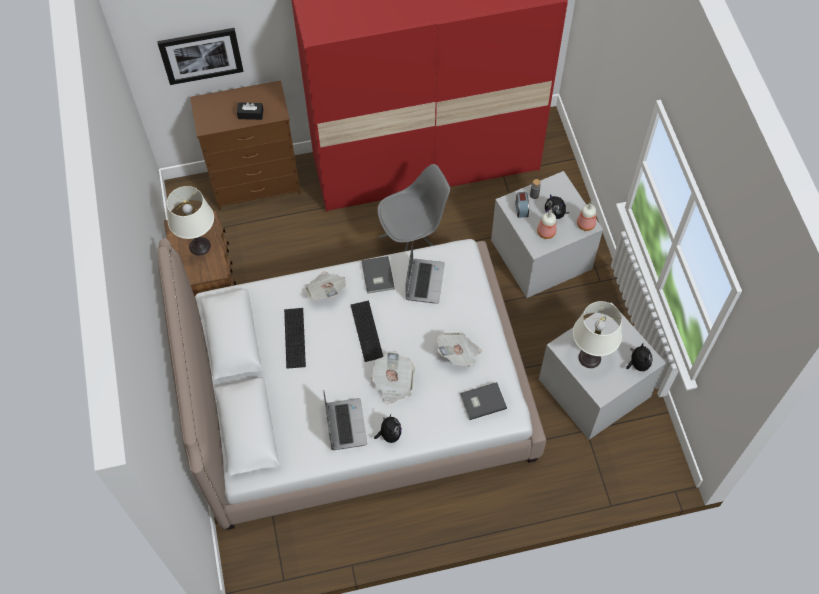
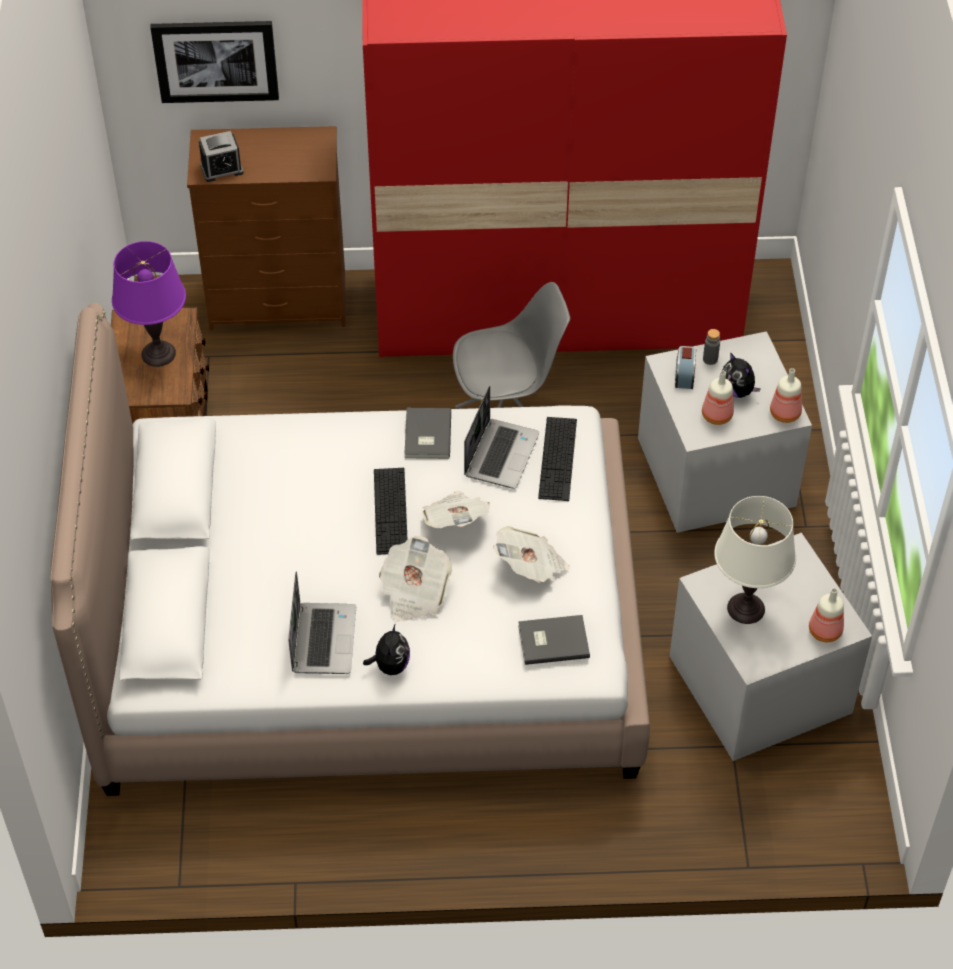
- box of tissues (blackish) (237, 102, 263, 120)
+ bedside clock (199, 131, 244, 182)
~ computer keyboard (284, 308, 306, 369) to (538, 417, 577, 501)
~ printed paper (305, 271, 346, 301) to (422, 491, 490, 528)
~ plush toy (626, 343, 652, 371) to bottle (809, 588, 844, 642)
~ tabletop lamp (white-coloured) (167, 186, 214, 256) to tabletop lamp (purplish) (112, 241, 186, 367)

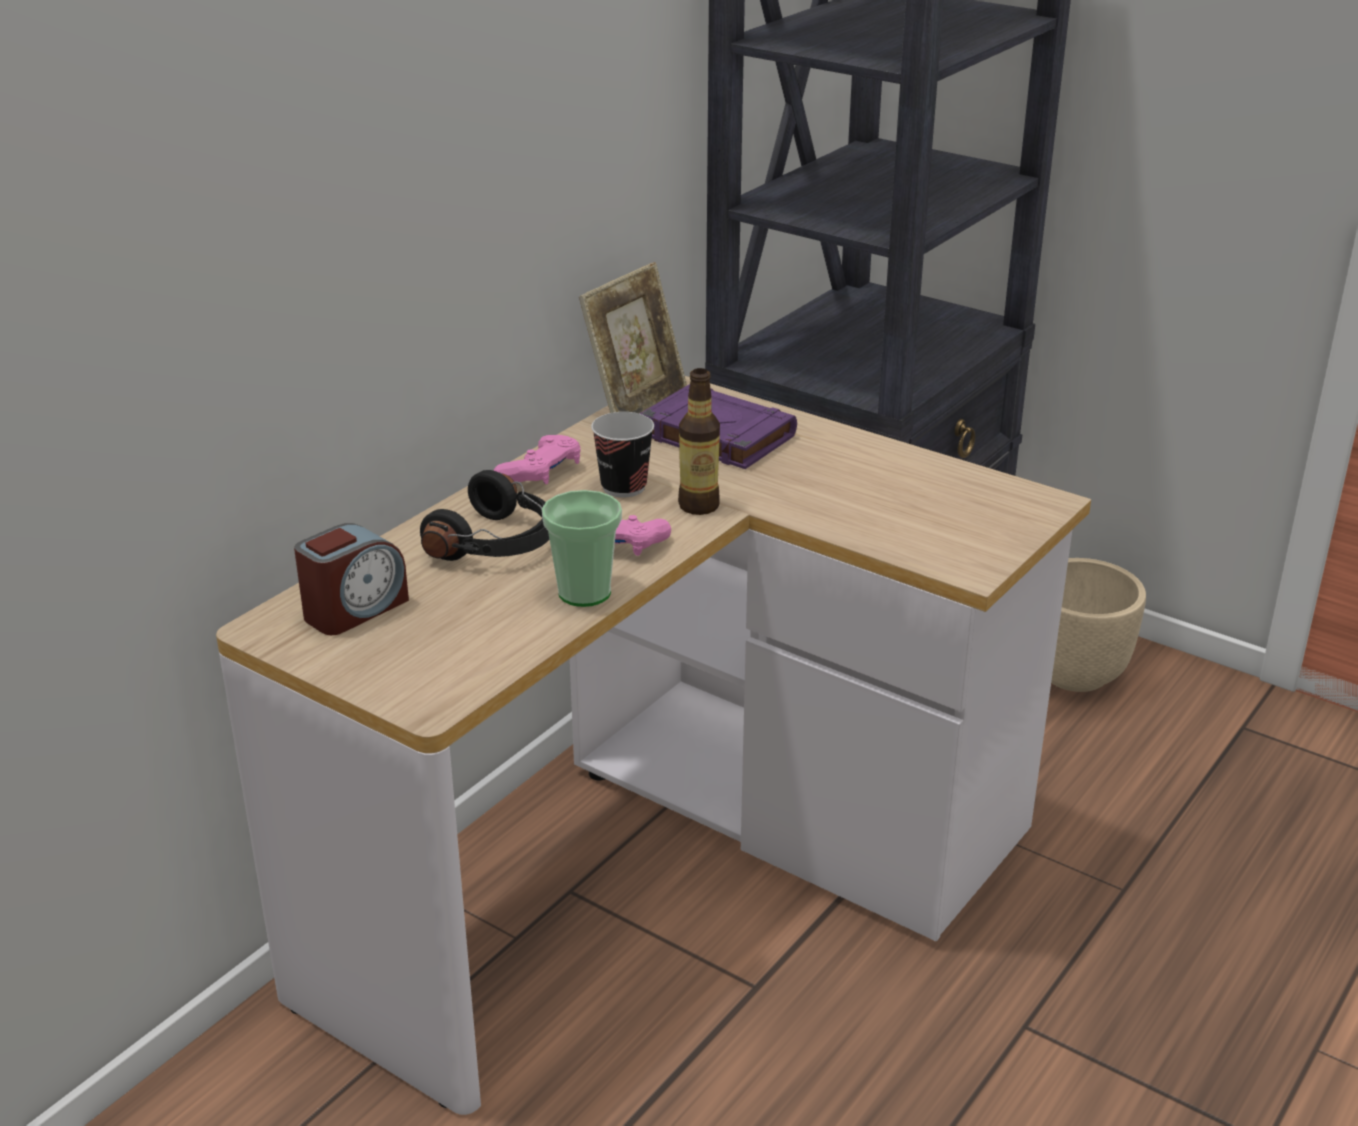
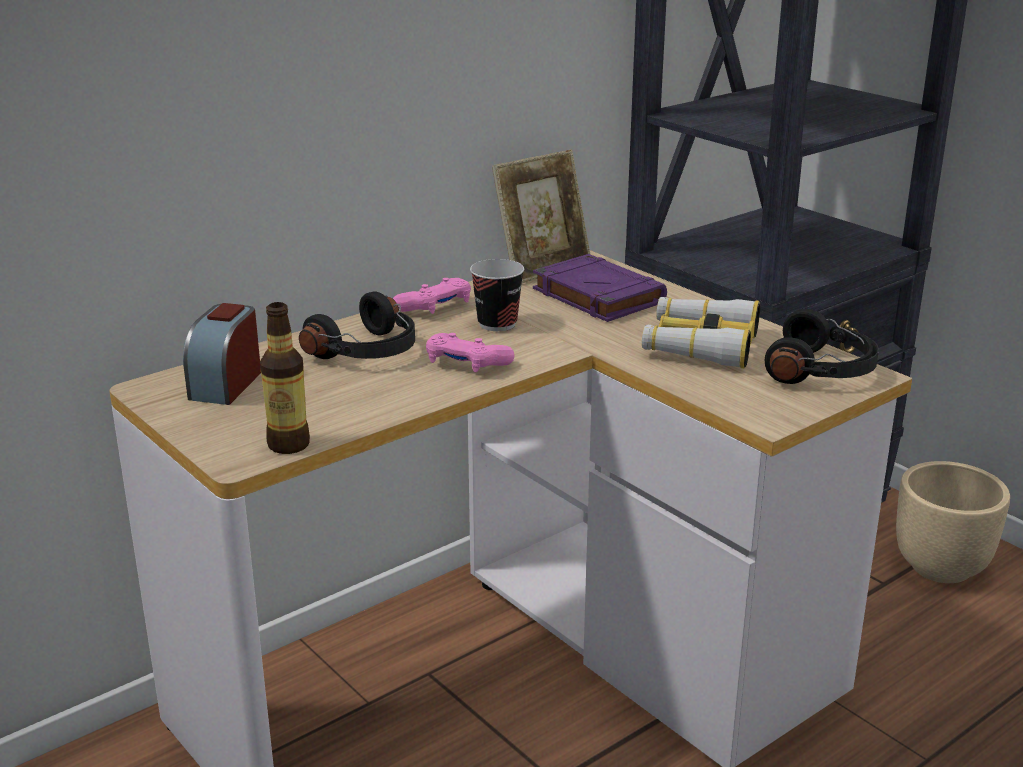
- small cup (542, 490, 622, 607)
+ field glasses (642, 297, 760, 369)
+ headphones (blackish) (765, 309, 879, 384)
~ bottle (678, 368, 720, 515) to (260, 302, 310, 454)
~ bedside clock (294, 523, 409, 635) = (183, 303, 261, 405) 135 degrees clockwise

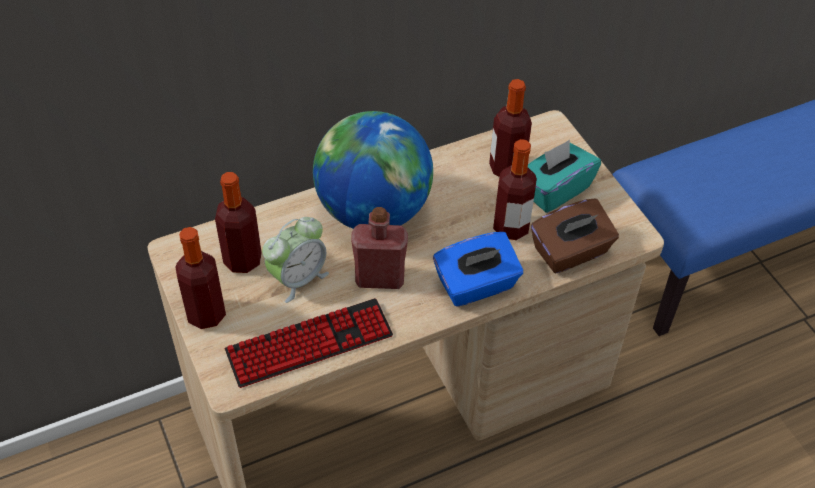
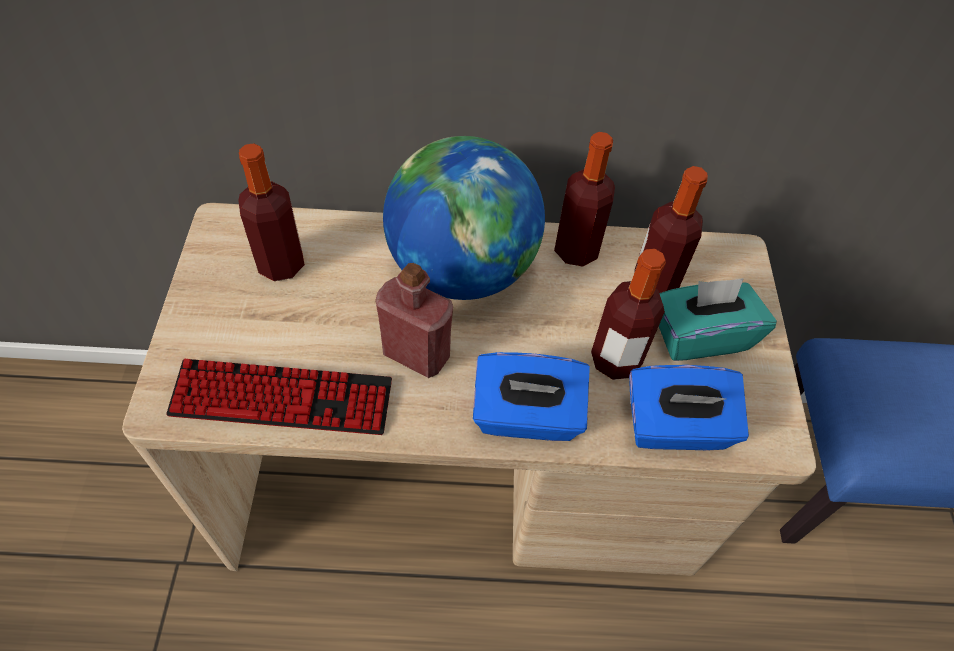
- bedside clock (262, 217, 329, 303)
~ bottle (175, 227, 226, 329) to (554, 132, 615, 266)
~ box of tissues (brownish) (531, 199, 619, 273) to box of tissues (blue-coloured) (629, 365, 749, 450)

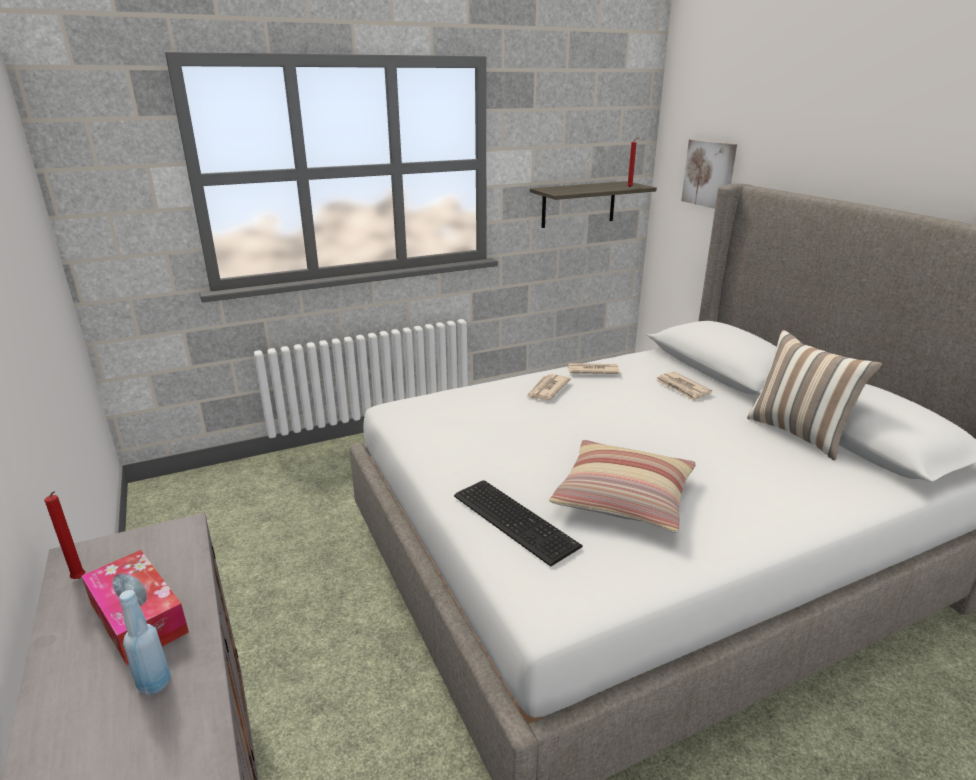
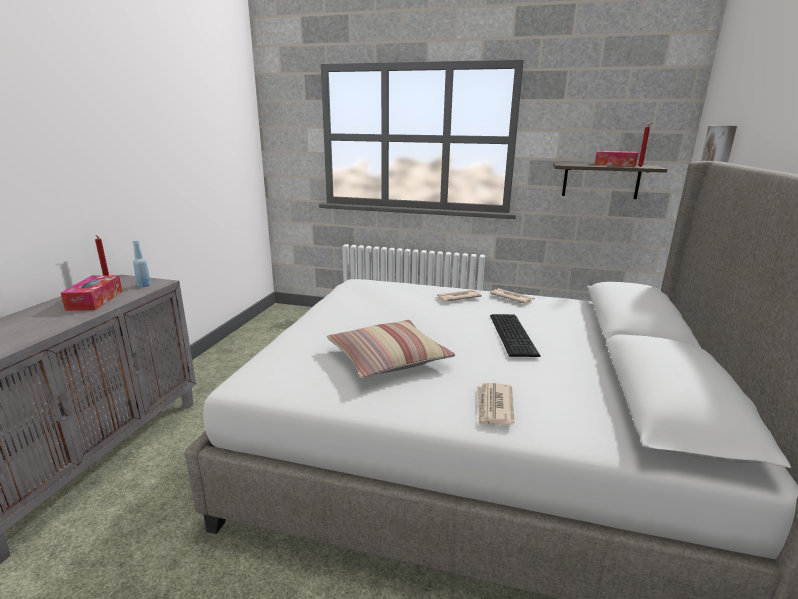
- cushion (747, 330, 882, 460)
+ box of tissues (595, 151, 638, 167)
~ bottle (blue-coloured) (119, 590, 171, 695) to (133, 240, 151, 287)
~ computer keyboard (454, 480, 583, 567) to (490, 314, 541, 357)
~ printed paper (656, 371, 712, 401) to (477, 383, 514, 425)

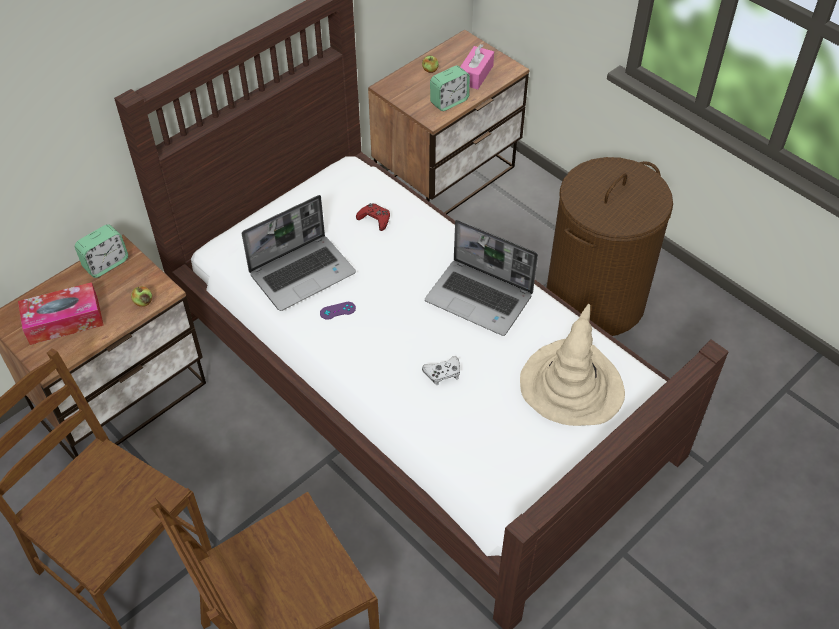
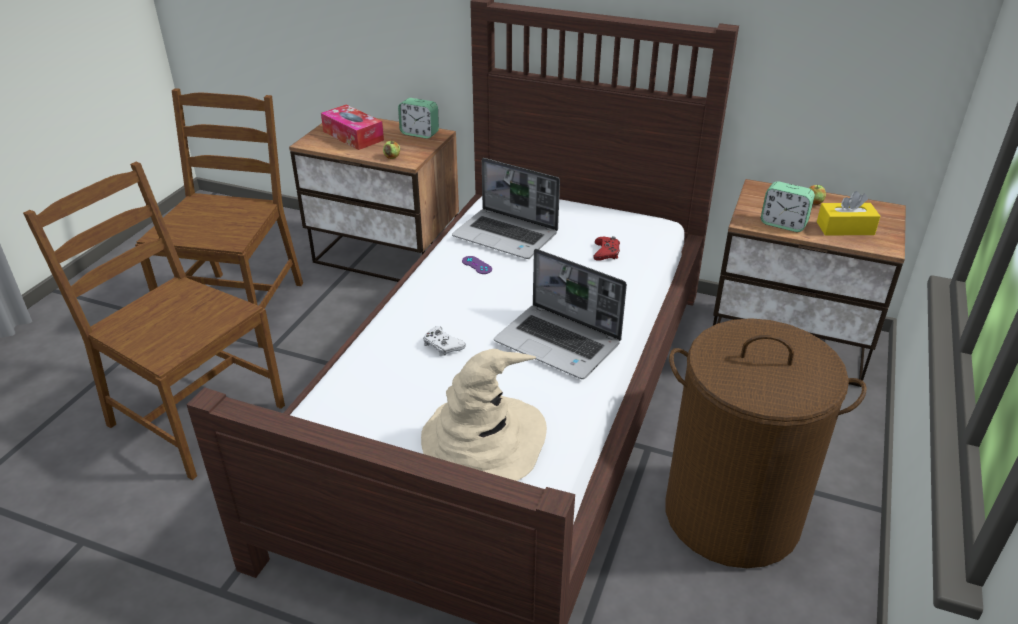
~ box of tissues (pink-coloured) (460, 44, 494, 89) to box of tissues (yellow-coloured) (817, 191, 880, 236)
~ laptop (425, 220, 538, 336) = (494, 249, 627, 379) 60 degrees counterclockwise

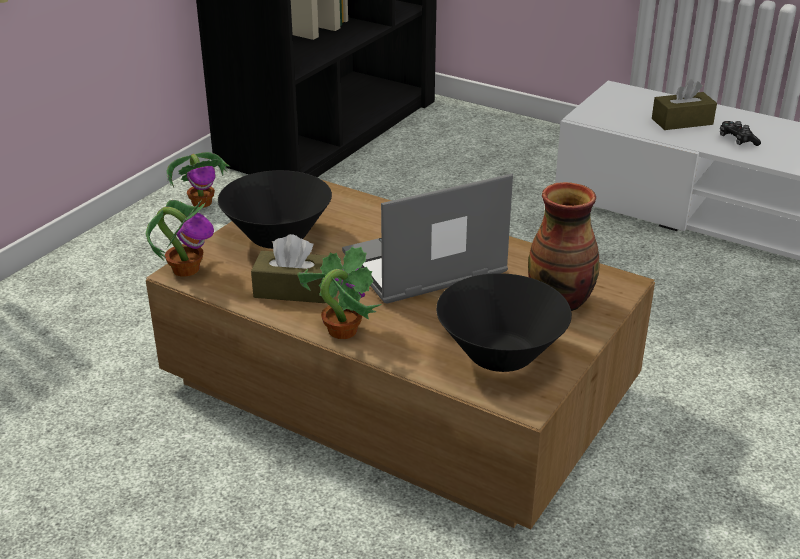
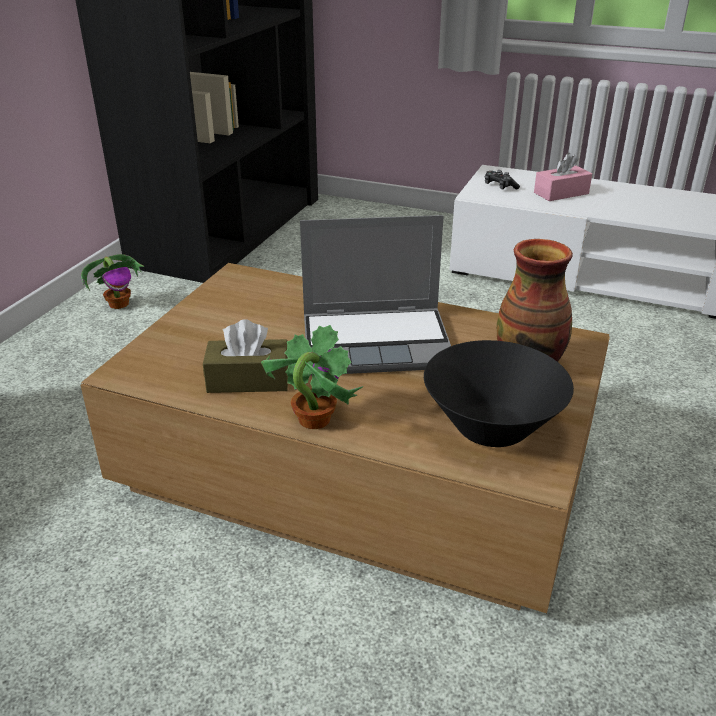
- houseplant (146, 200, 214, 277)
- bowl (blackish) (218, 170, 332, 249)
~ joypad (720, 121, 761, 146) to (485, 170, 520, 190)
~ box of tissues (brownish) (652, 79, 717, 130) to box of tissues (pink-coloured) (534, 153, 592, 201)
~ laptop (342, 174, 513, 304) = (300, 215, 451, 374) 150 degrees counterclockwise

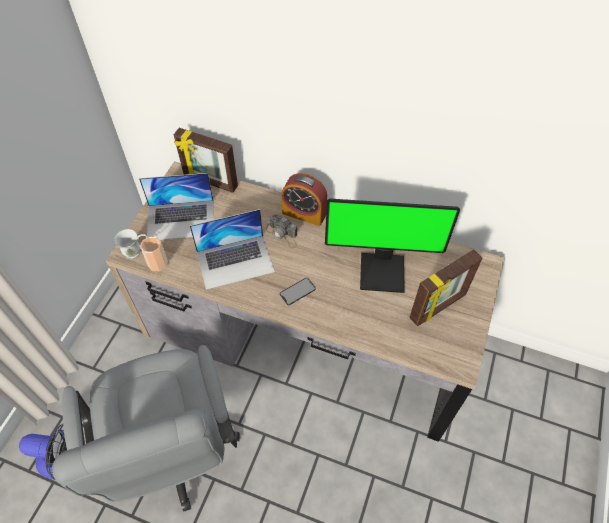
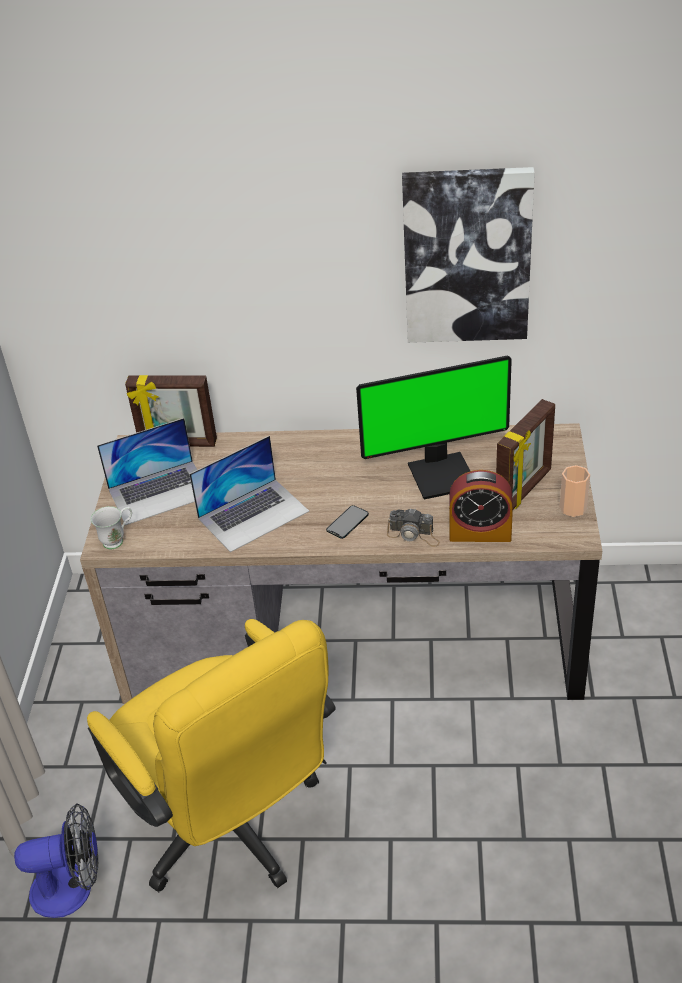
+ wall art (402, 167, 535, 343)
~ small cup (140, 237, 168, 271) to (559, 465, 590, 517)
~ still camera (266, 214, 297, 248) to (387, 508, 440, 547)
~ bedside clock (281, 173, 327, 226) to (449, 470, 513, 542)
~ office chair (gray) (52, 345, 240, 512) to office chair (yellow-coloured) (87, 619, 336, 892)

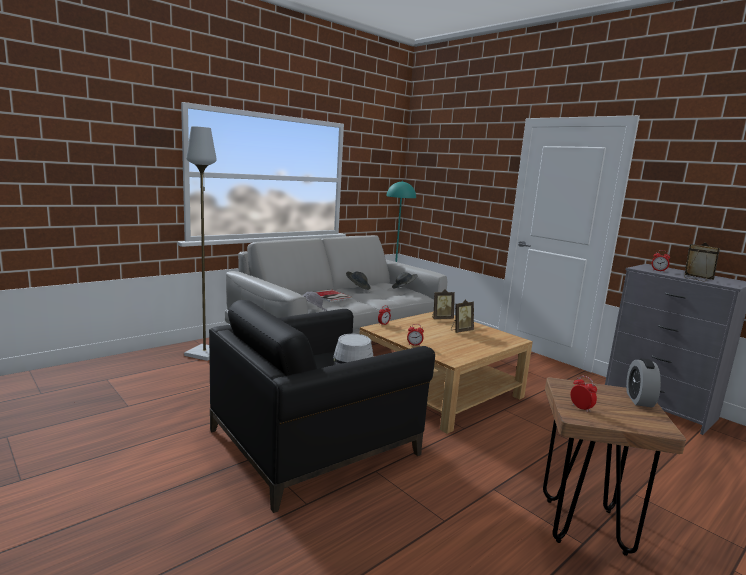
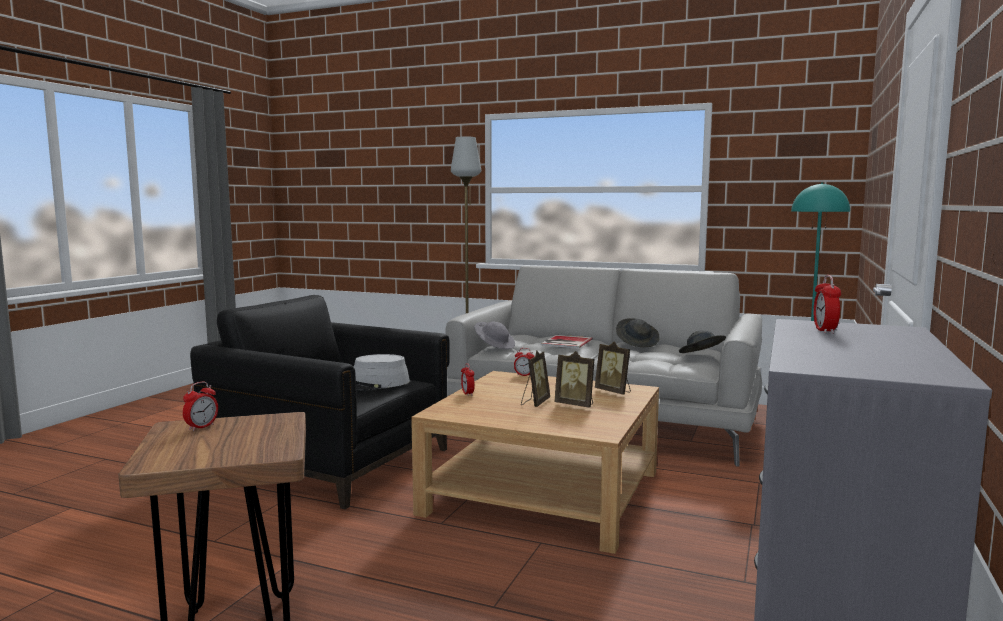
- bedside clock (626, 358, 661, 408)
~ photo frame (684, 242, 720, 281) to (521, 350, 550, 407)

